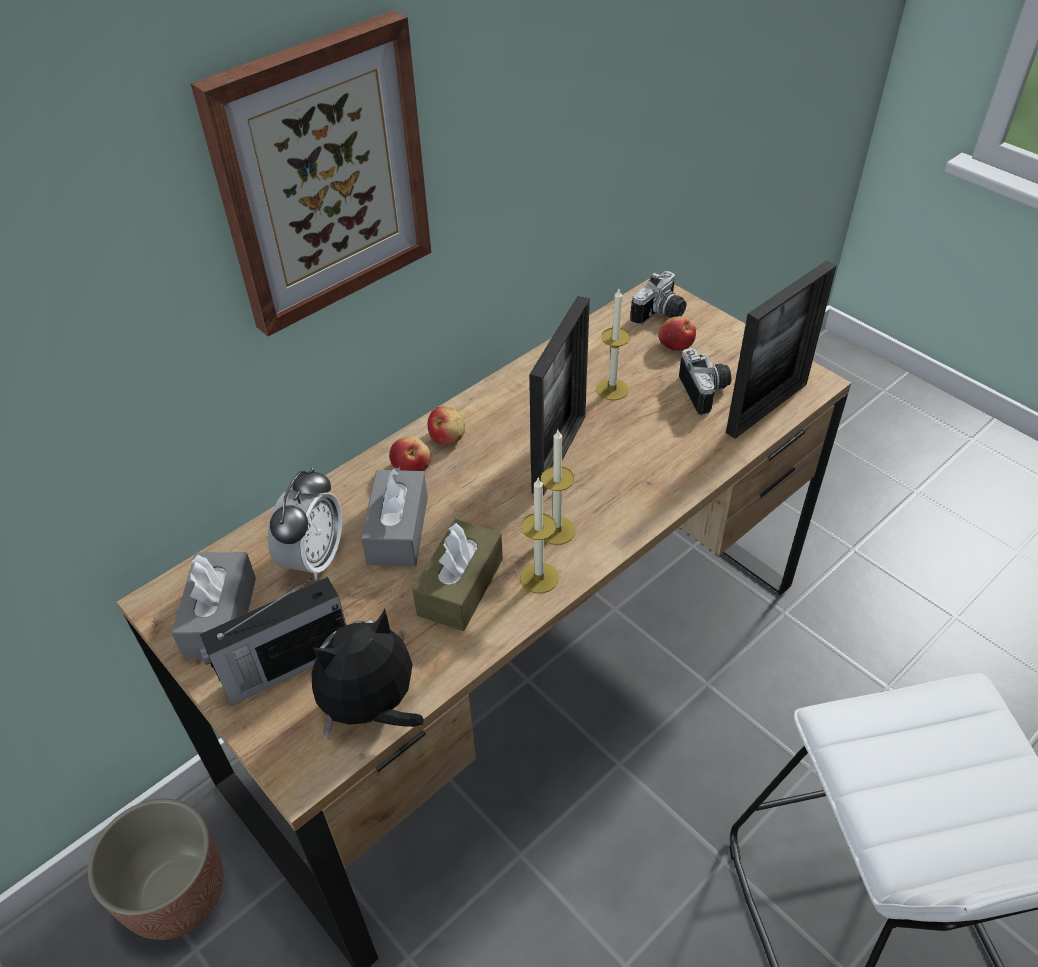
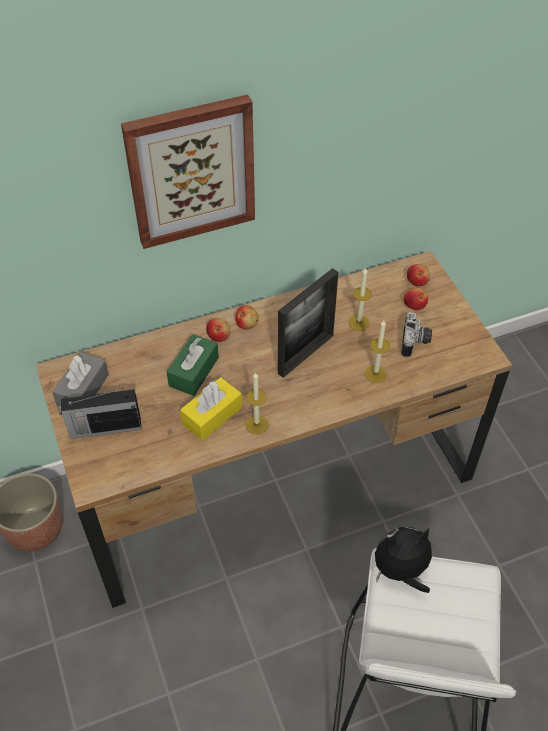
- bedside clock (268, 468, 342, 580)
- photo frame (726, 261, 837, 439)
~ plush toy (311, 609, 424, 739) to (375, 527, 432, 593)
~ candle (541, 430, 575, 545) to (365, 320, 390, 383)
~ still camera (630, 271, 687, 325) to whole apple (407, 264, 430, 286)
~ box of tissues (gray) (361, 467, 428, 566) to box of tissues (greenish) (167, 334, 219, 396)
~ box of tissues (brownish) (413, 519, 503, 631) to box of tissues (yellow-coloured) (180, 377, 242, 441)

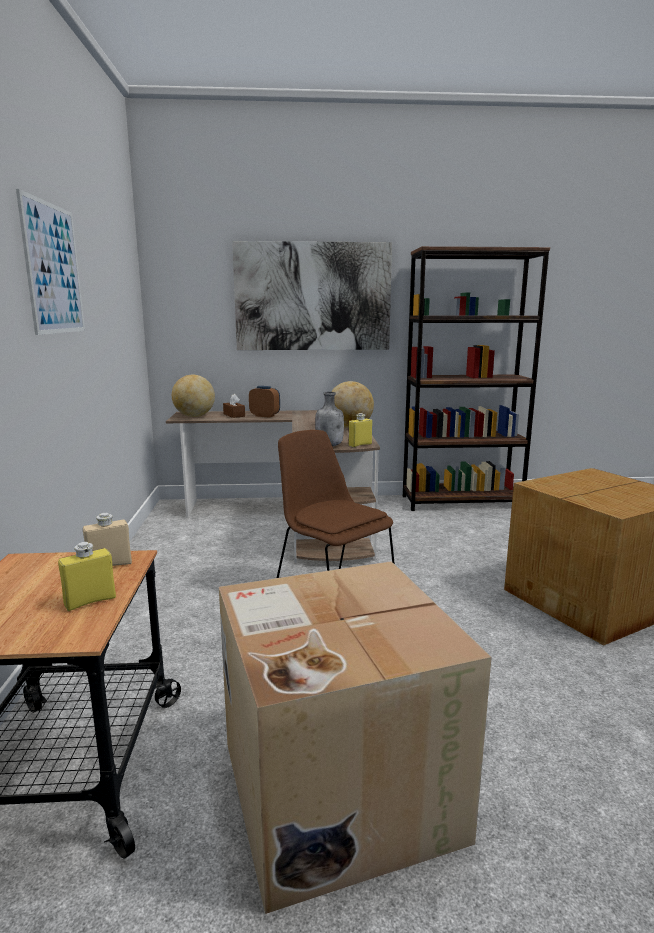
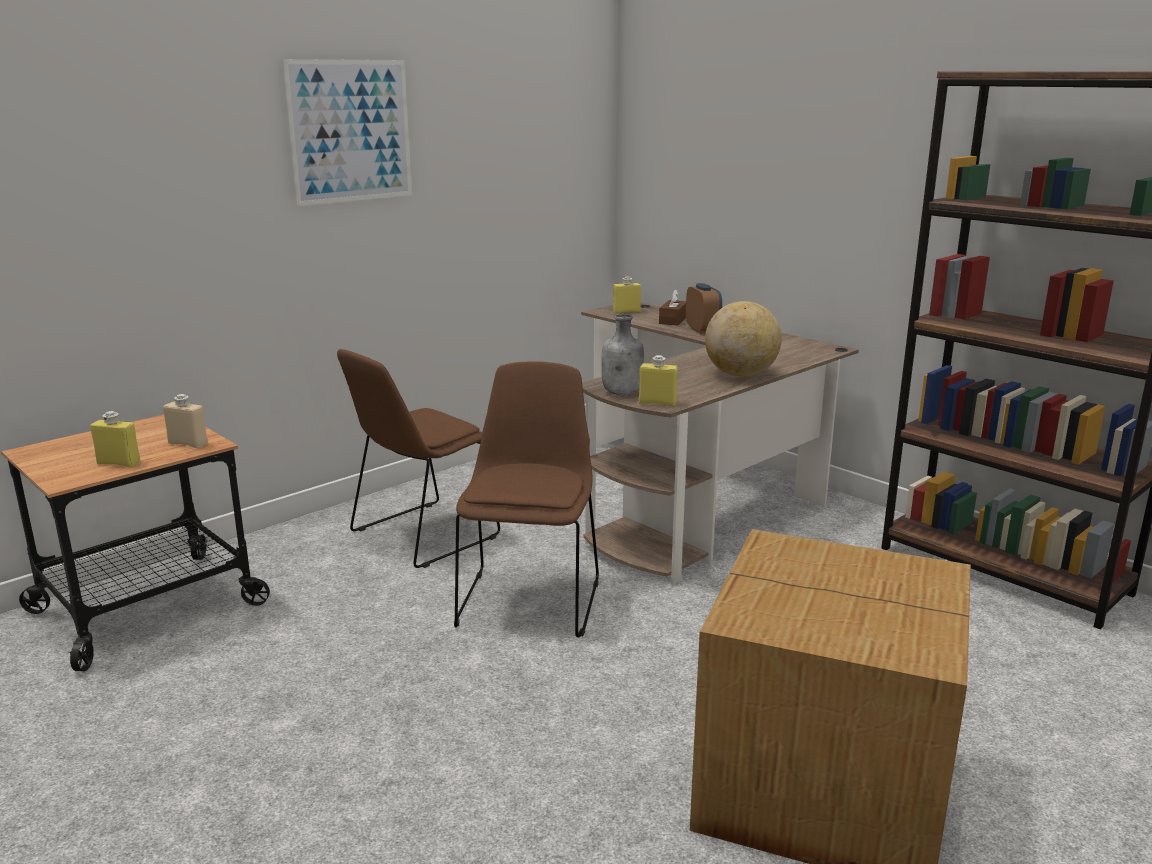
- cardboard box (219, 561, 492, 914)
- wall art (232, 241, 392, 350)
+ upright chair (brownish) (337, 349, 500, 568)
~ world globe (172, 375, 215, 417) to bottle (yellow-coloured) (613, 277, 641, 314)

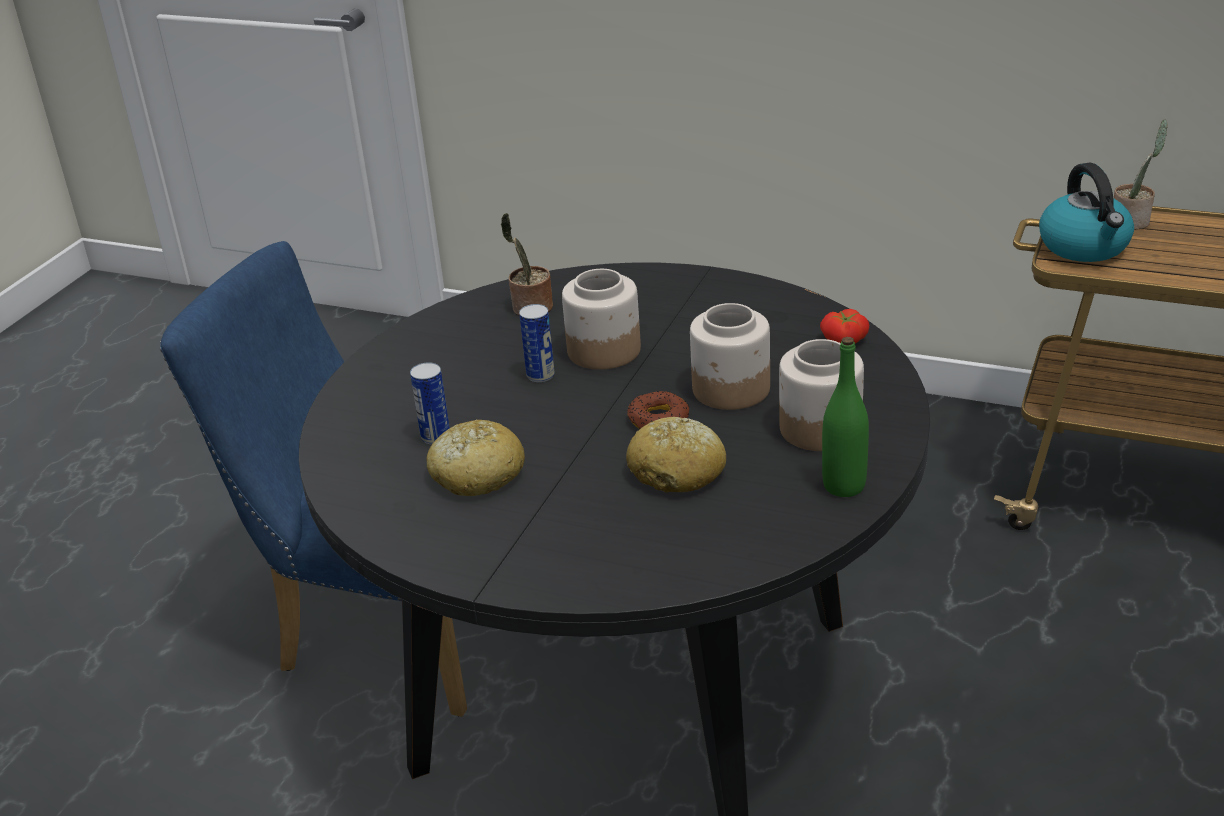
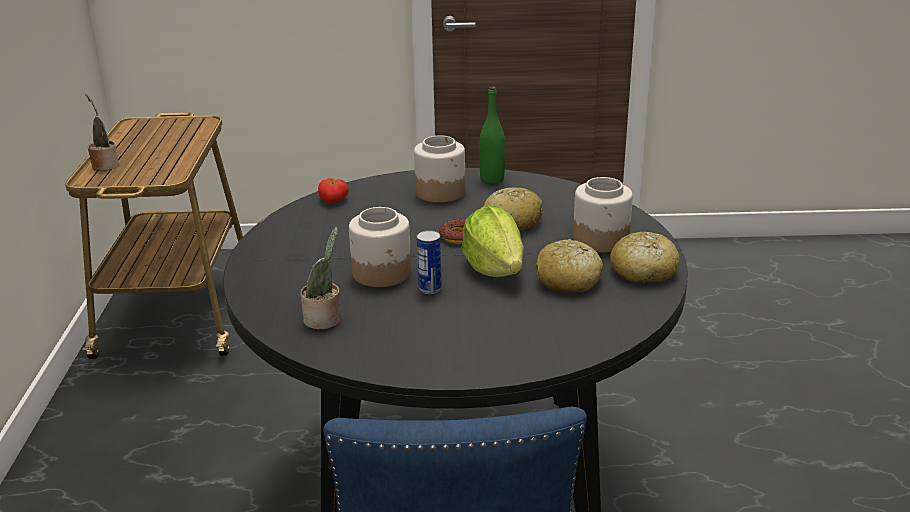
- metal can (410, 362, 450, 445)
- kettle (1039, 163, 1134, 262)
+ lettuce head (461, 206, 524, 277)
+ baked bread (610, 232, 680, 283)
~ jar (690, 303, 770, 410) to (573, 177, 633, 253)

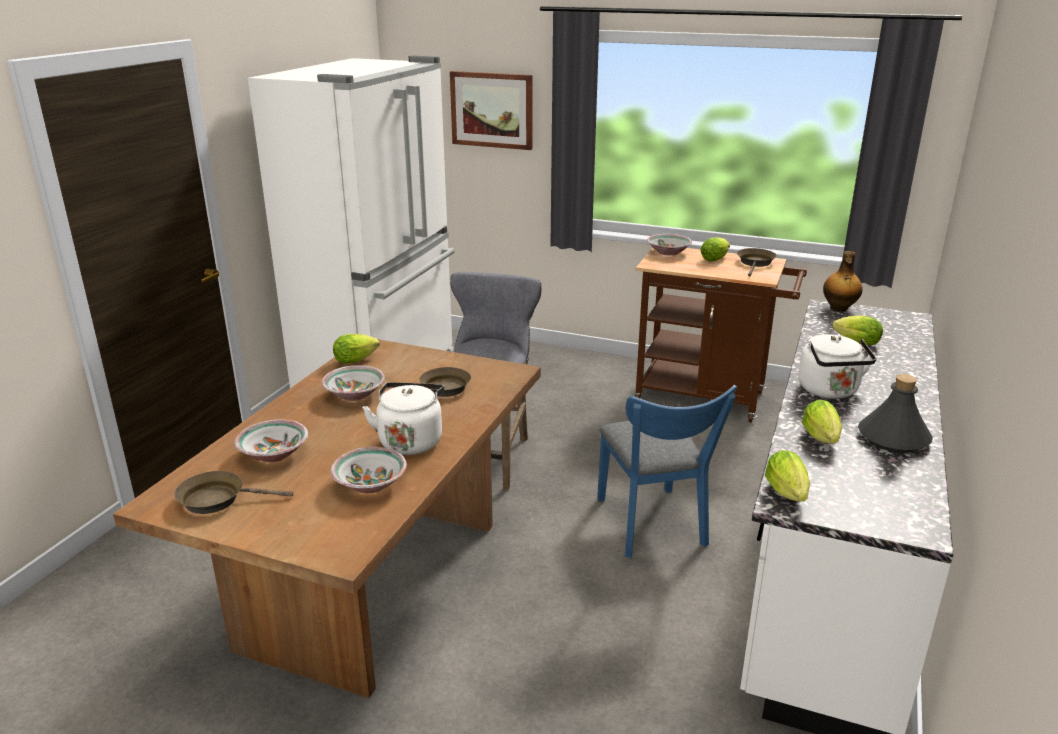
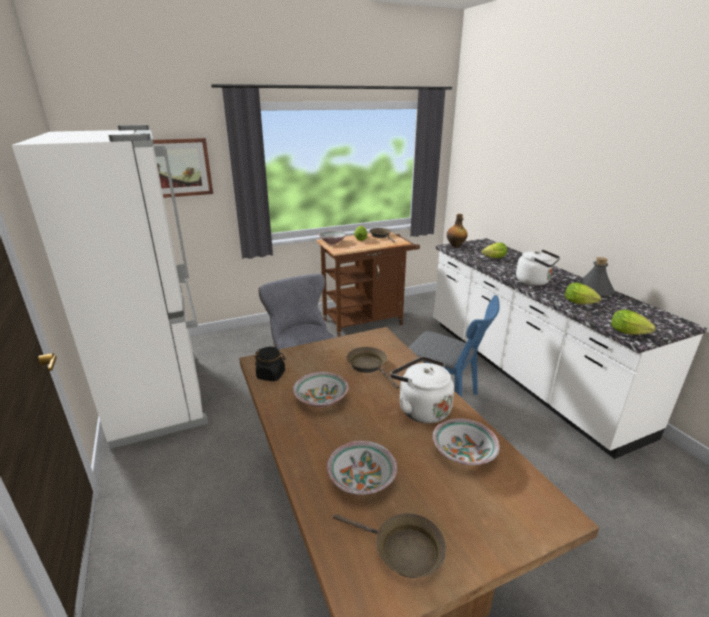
~ lettuce head (333, 334, 380, 364) to jar (blackish) (255, 347, 285, 381)
~ skillet (brownish) (174, 471, 293, 514) = (333, 513, 446, 578) 105 degrees counterclockwise

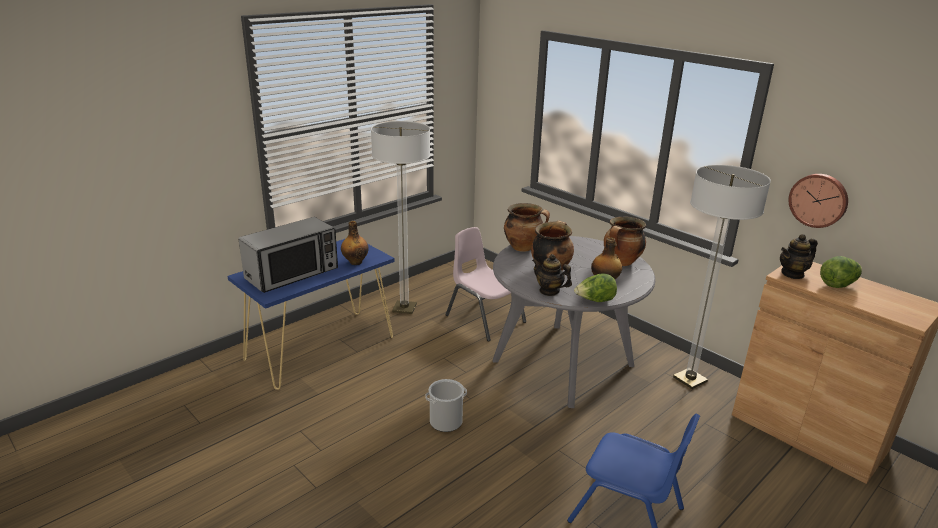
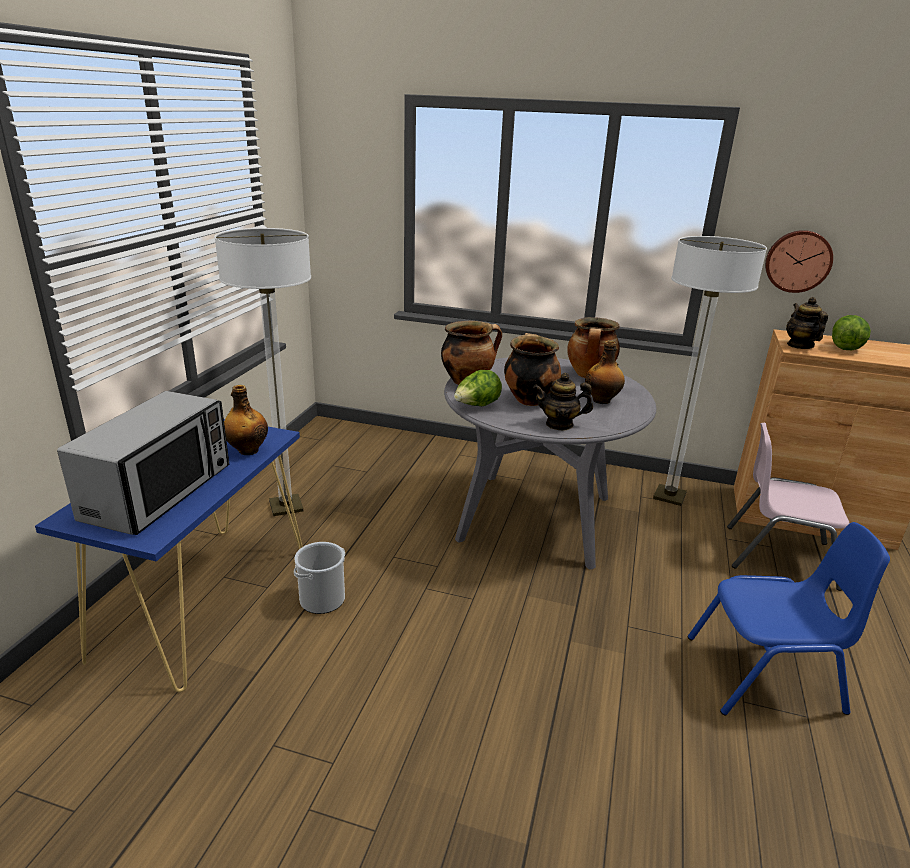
~ bucket (425, 379, 467, 432) to (294, 542, 345, 614)
~ upright chair (pink-coloured) (445, 227, 526, 342) to (727, 422, 849, 591)
~ lettuce head (574, 273, 617, 302) to (454, 370, 502, 406)
~ tea pot (780, 234, 818, 279) = (786, 297, 828, 349) 135 degrees clockwise

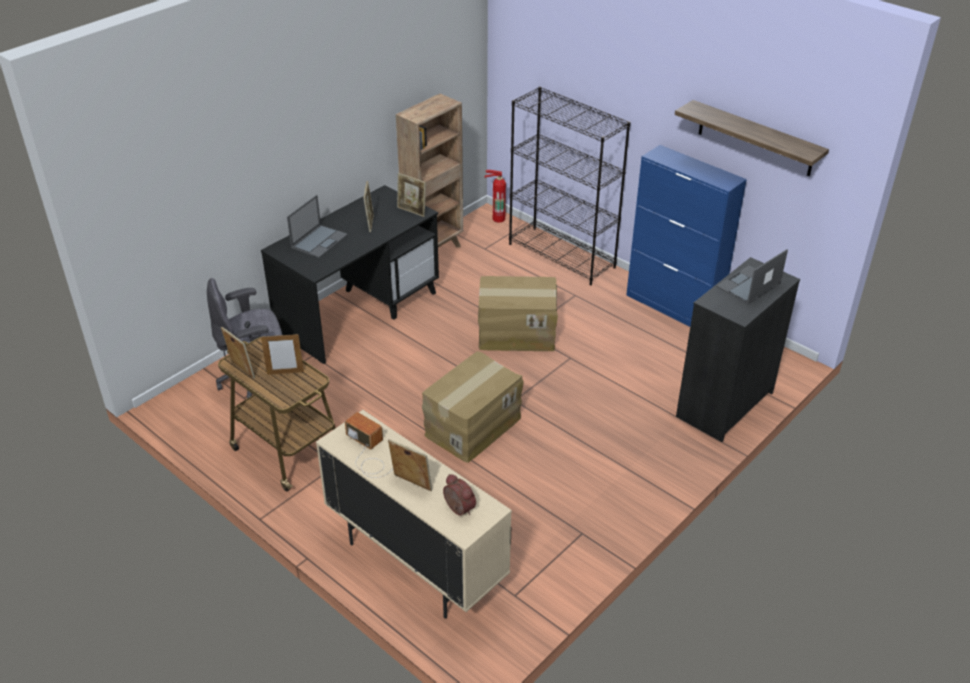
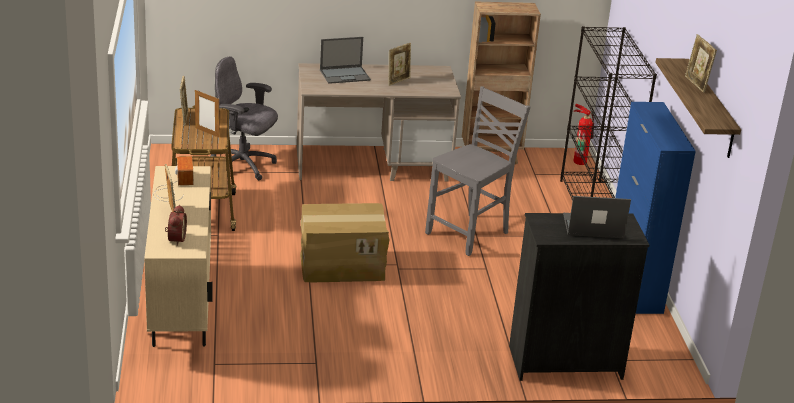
~ photo frame (397, 173, 426, 217) to (685, 34, 717, 93)
~ cardboard box (478, 276, 558, 351) to upright chair (gray) (425, 86, 531, 256)
~ desk unit (blackish) (261, 185, 439, 364) to desk unit (beige-coloured) (297, 63, 461, 181)

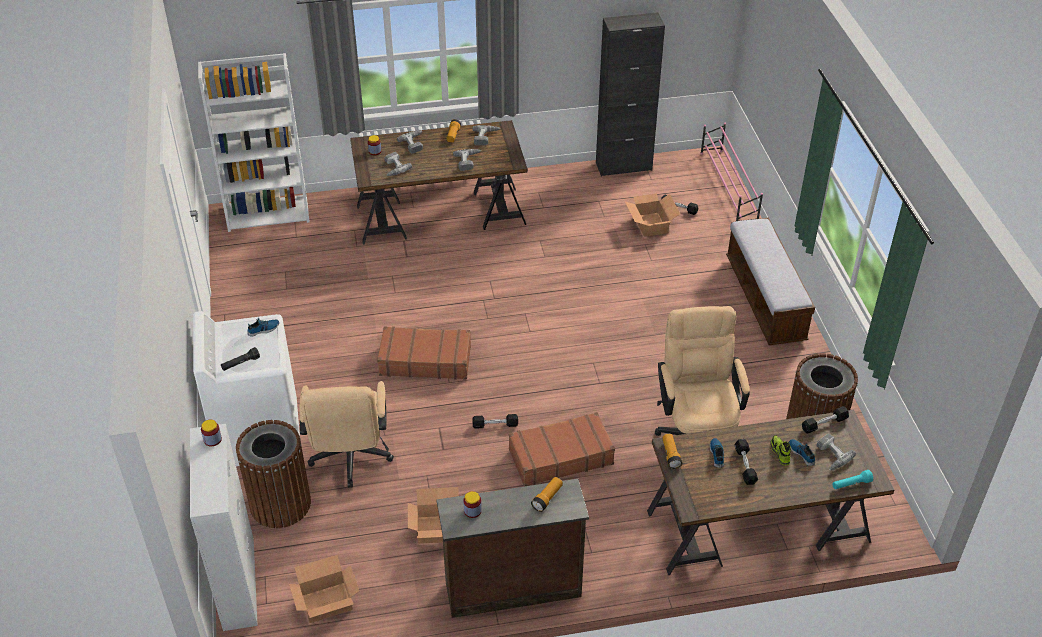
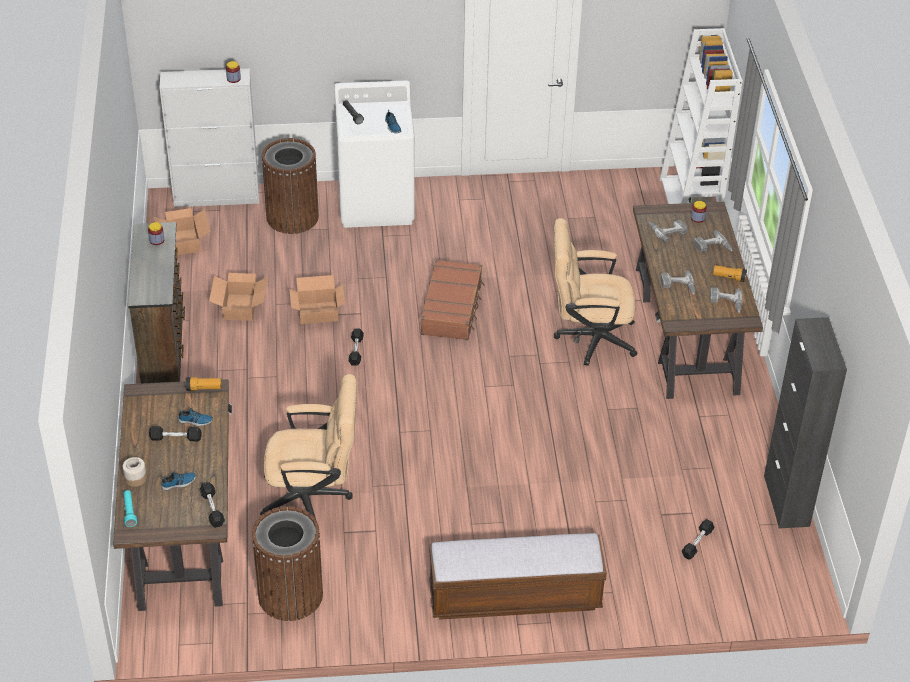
- piece of luggage (brownish) (509, 412, 615, 486)
- flashlight (531, 477, 563, 512)
- shoe shelf (pink-coloured) (700, 122, 763, 221)
- item of footwear (770, 435, 791, 465)
- power drill (816, 433, 856, 471)
+ jar (123, 457, 147, 487)
~ office chair (beige-coloured) (300, 381, 394, 488) to (554, 218, 637, 366)
~ cardboard box (625, 193, 680, 237) to (289, 275, 345, 324)

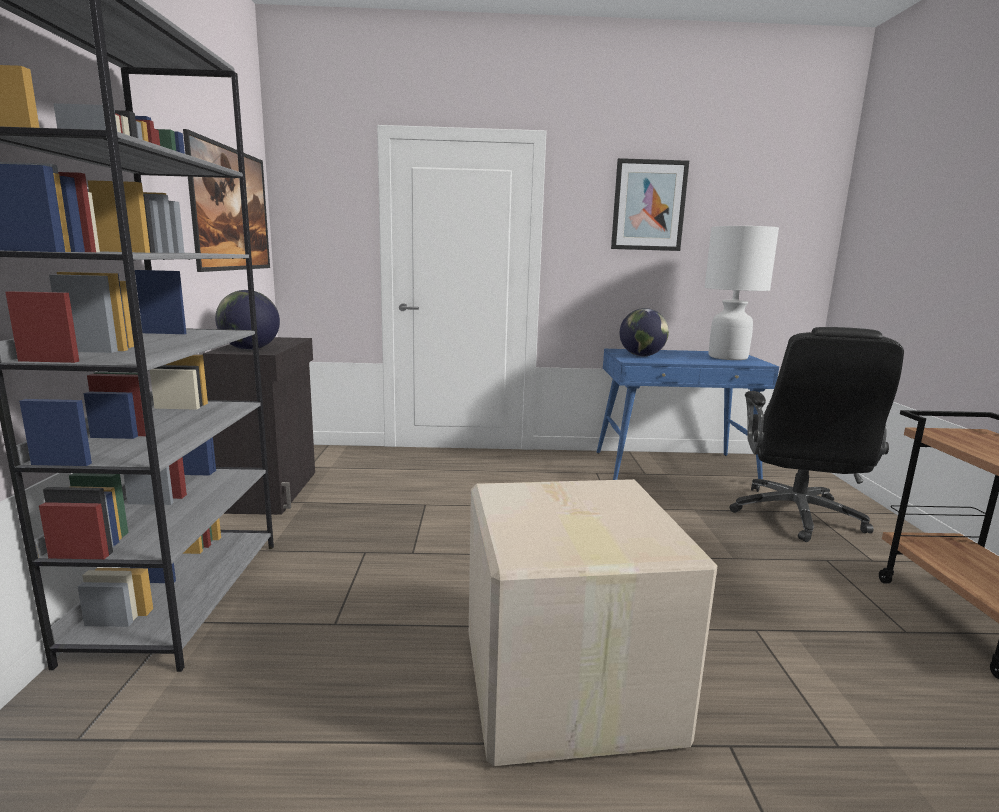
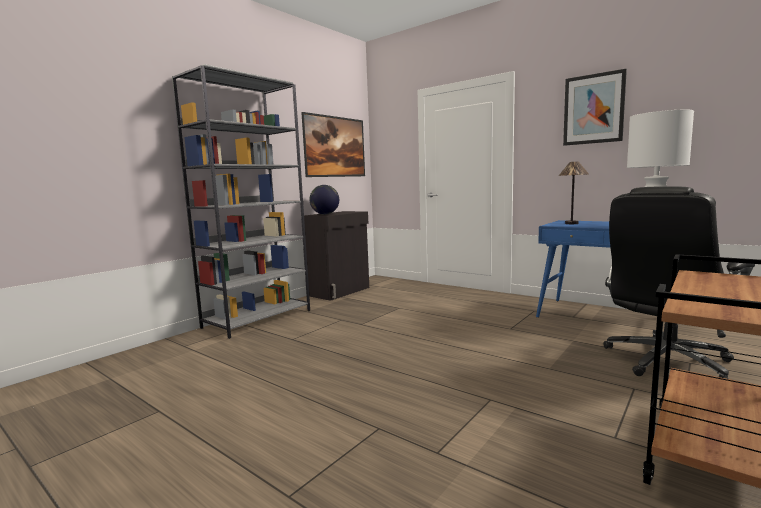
- cardboard box (469, 479, 718, 766)
~ world globe (620, 308, 669, 356) to tabletop lamp (558, 162, 589, 224)

